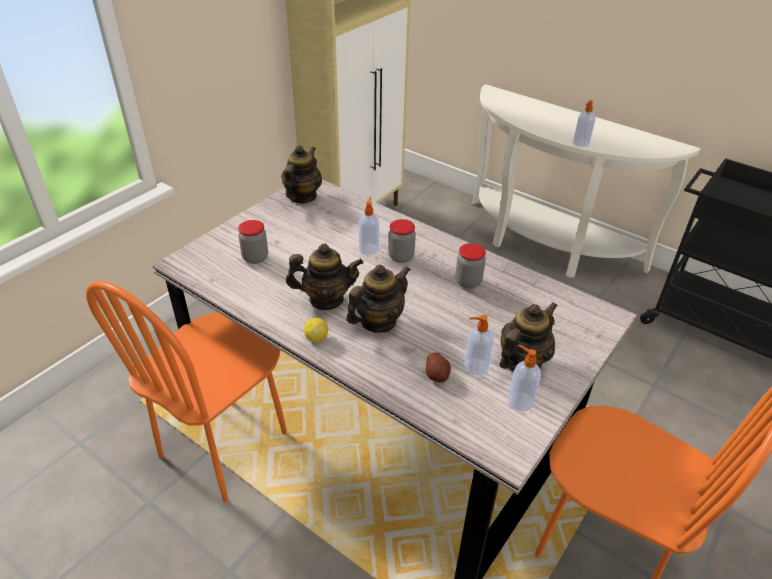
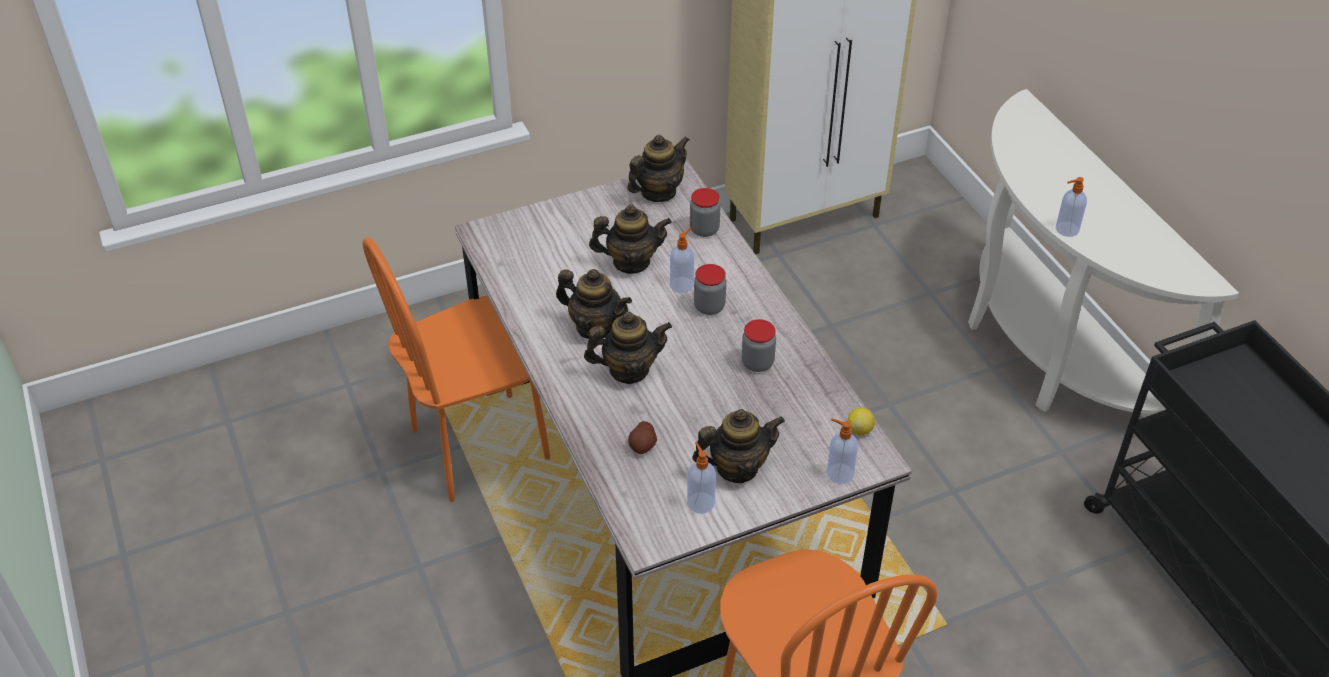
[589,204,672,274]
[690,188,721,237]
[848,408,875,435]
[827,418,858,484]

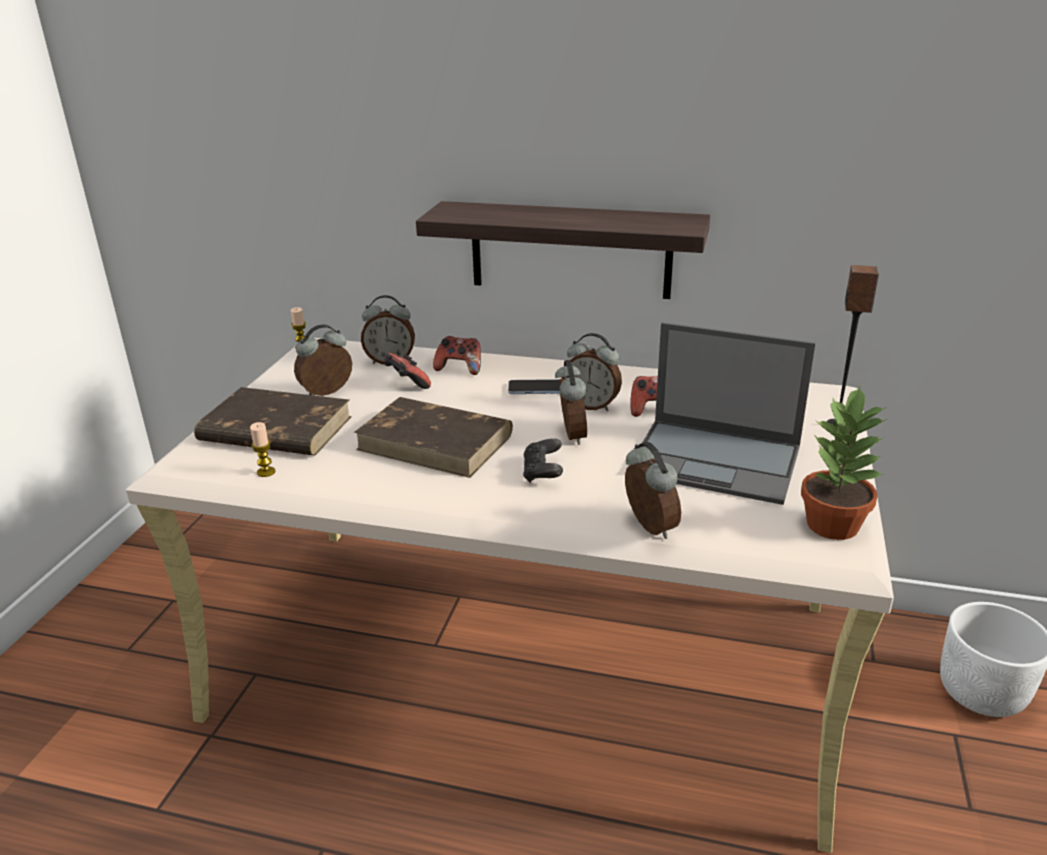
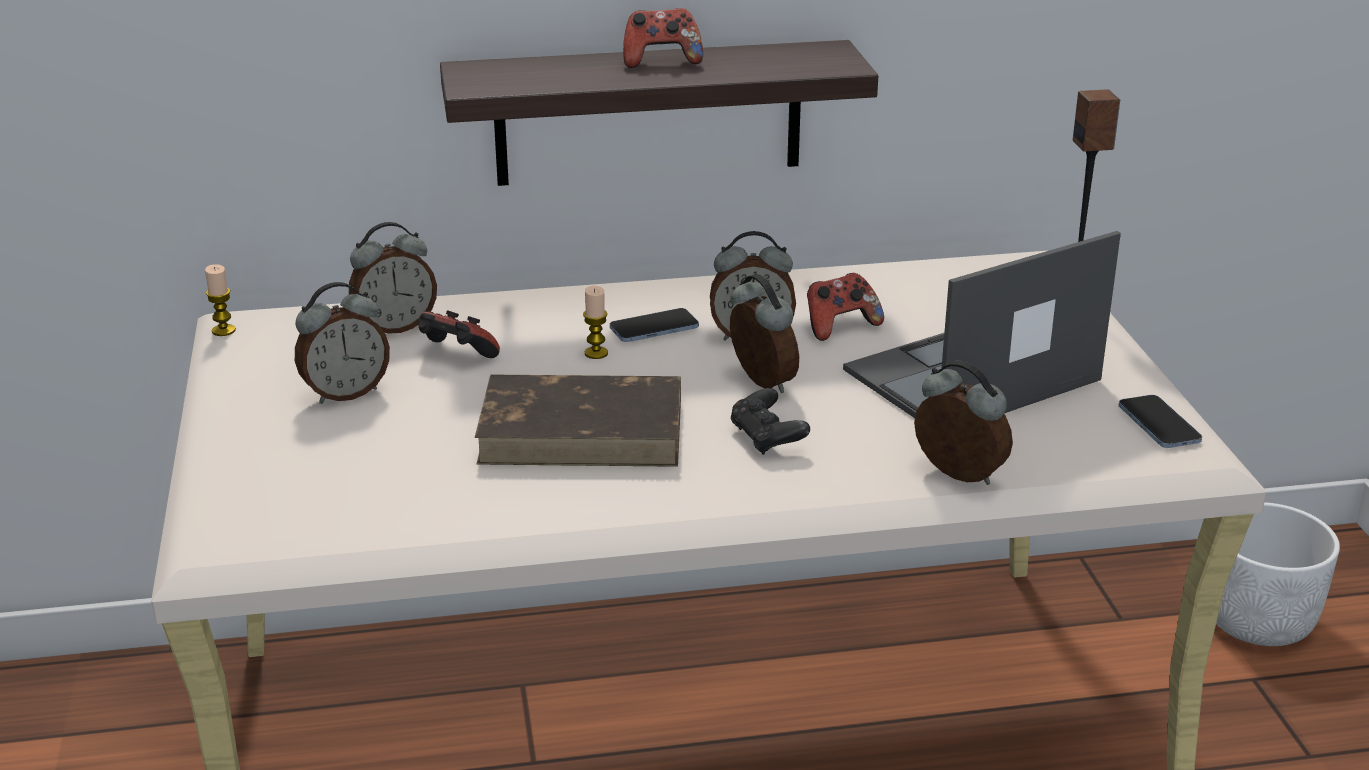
[194,387,352,456] (first image)
[583,286,608,359]
[623,8,703,68]
[1119,395,1202,448]
[295,282,390,404]
[843,231,1121,418]

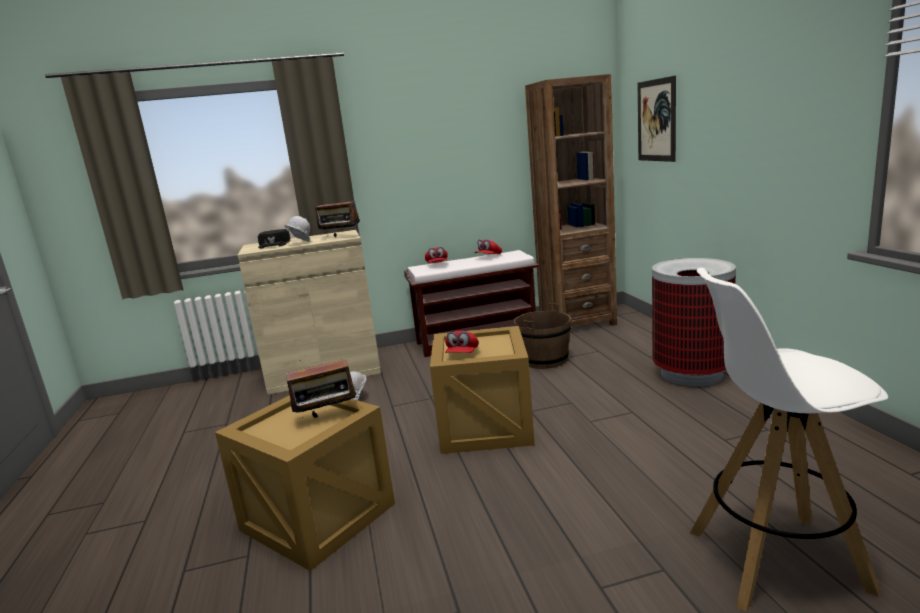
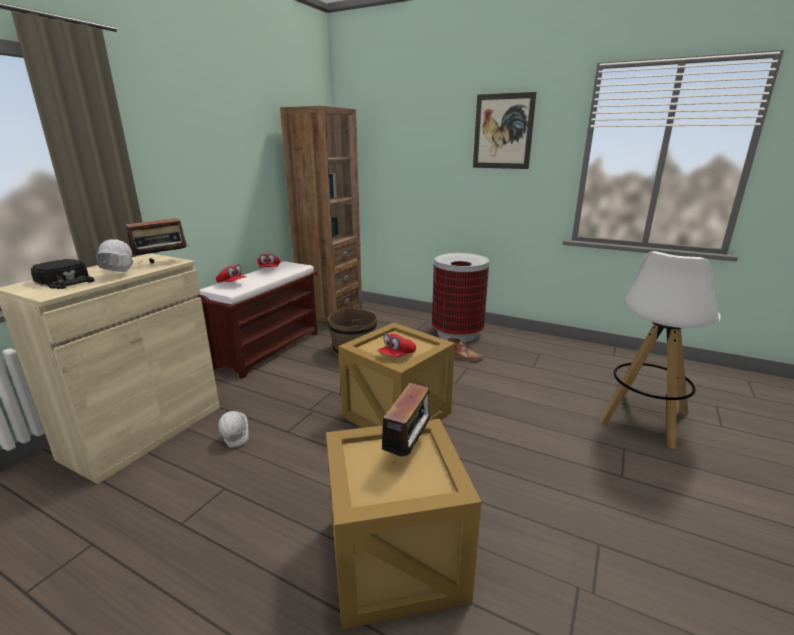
[448,337,483,362]
[473,92,536,169]
[377,333,416,357]

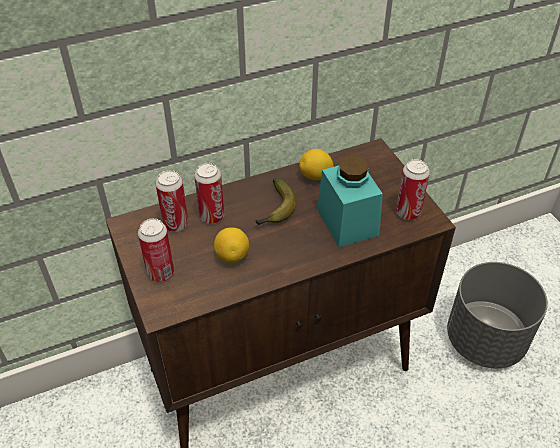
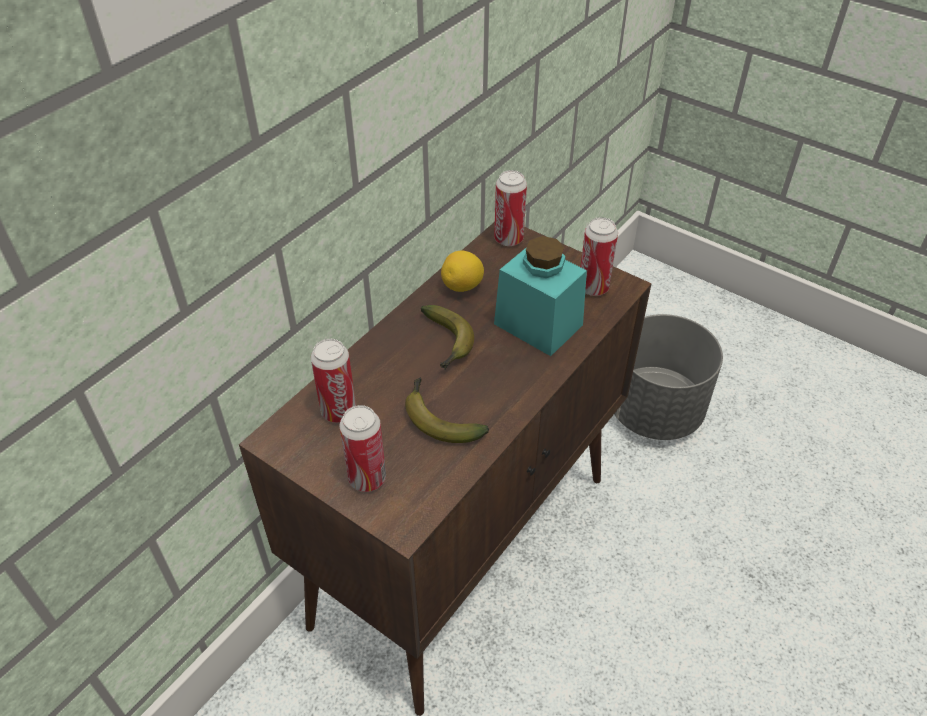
[494,170,527,246]
[405,377,489,443]

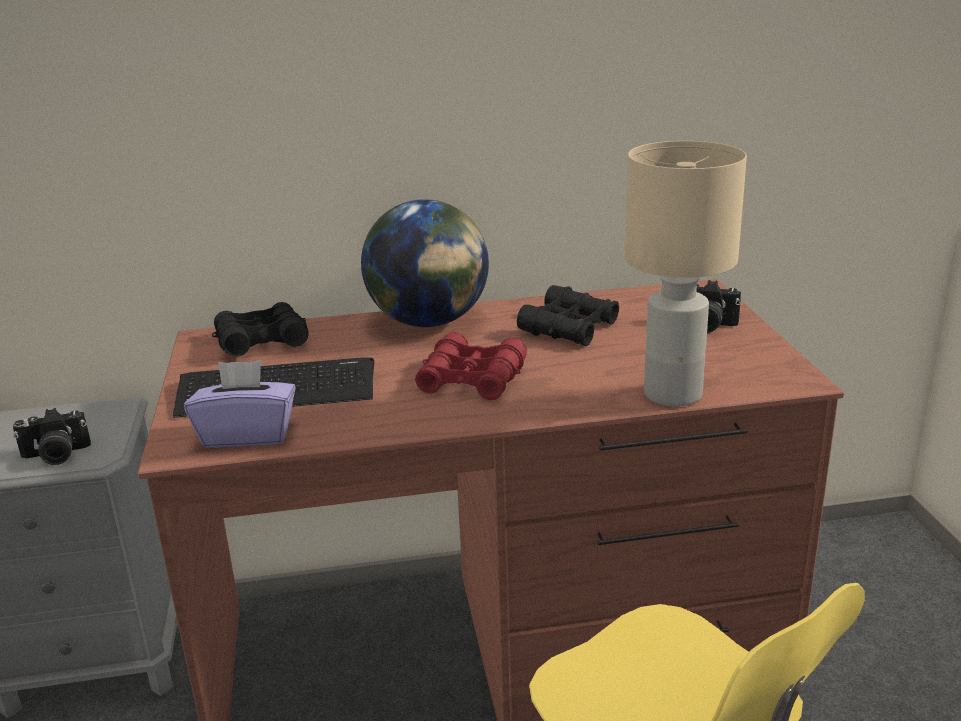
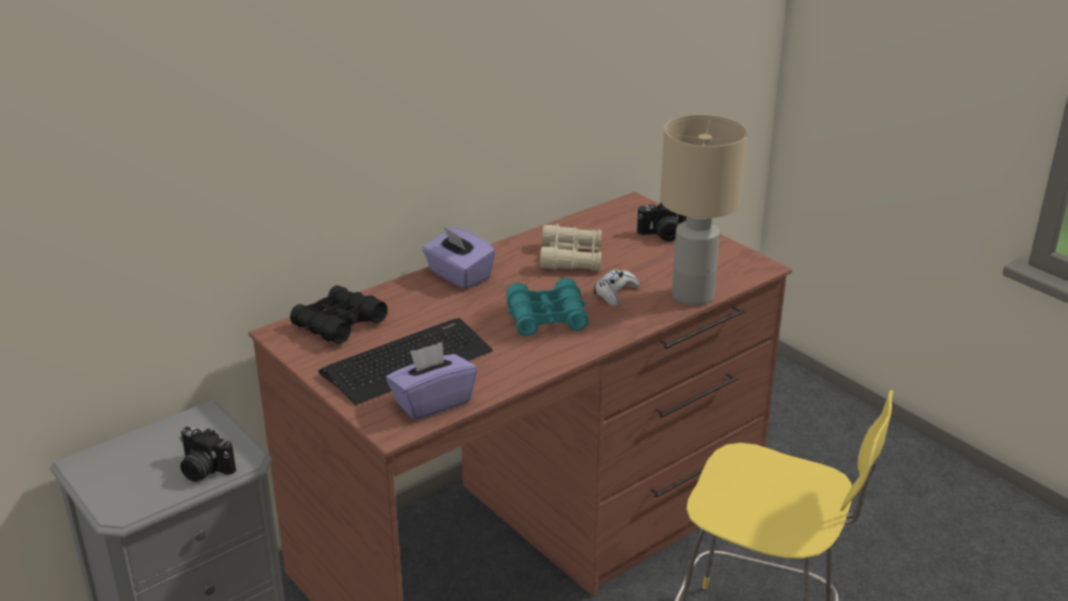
[594,269,640,306]
[422,226,496,289]
[506,278,588,336]
[540,224,601,271]
[179,427,236,482]

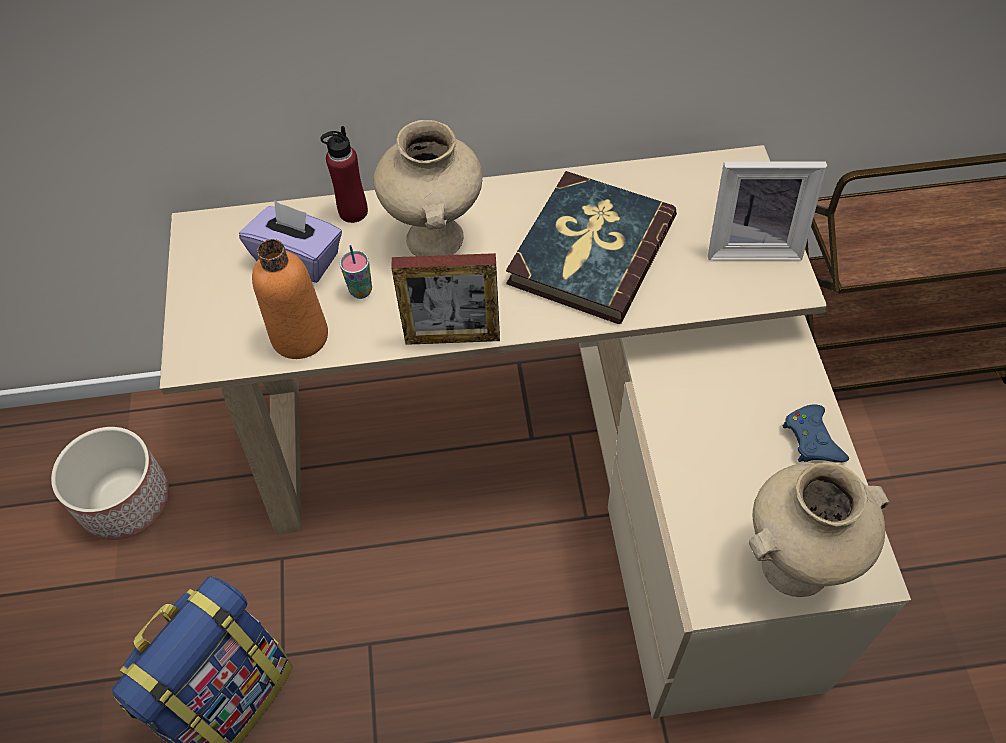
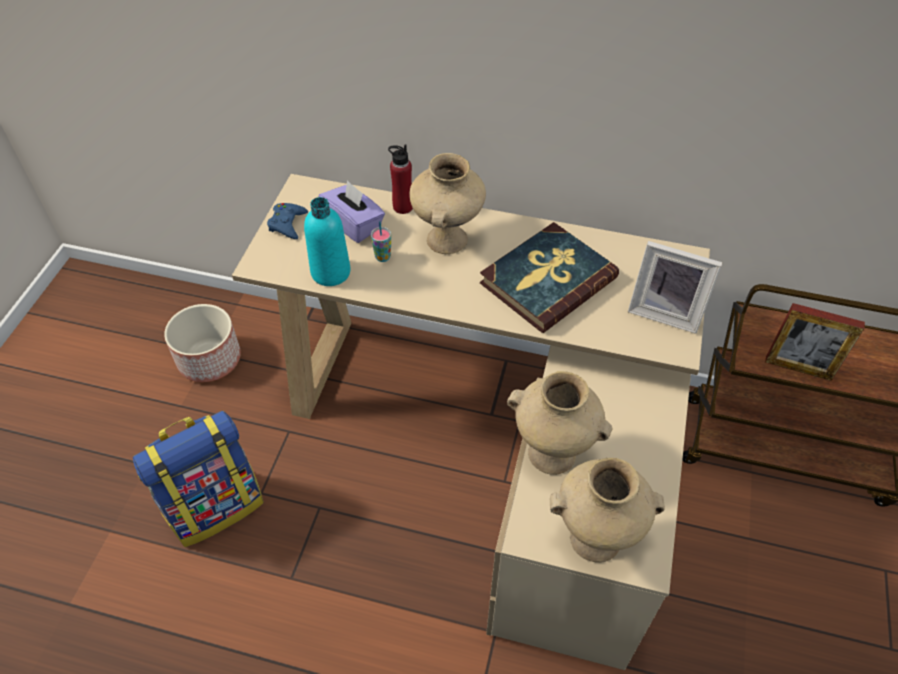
[507,371,613,475]
[765,303,865,381]
[267,203,308,239]
[304,197,351,286]

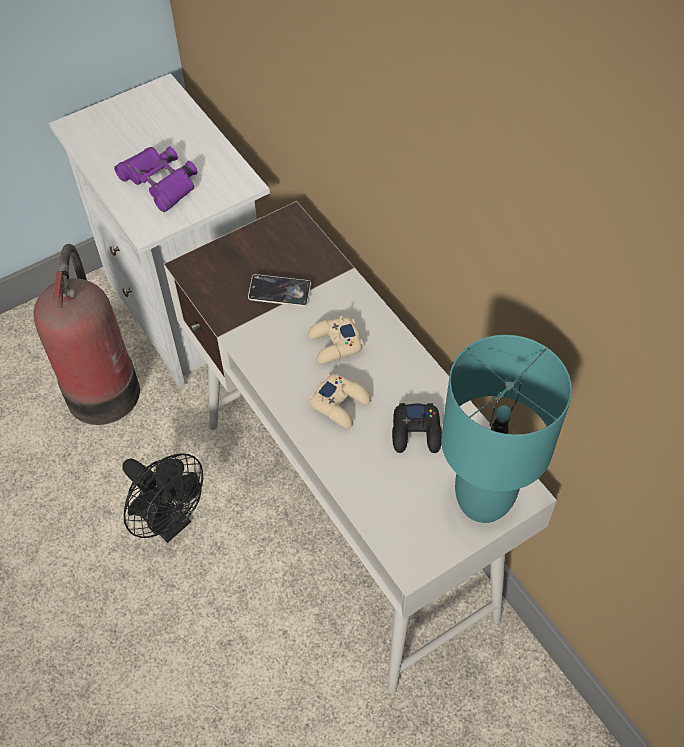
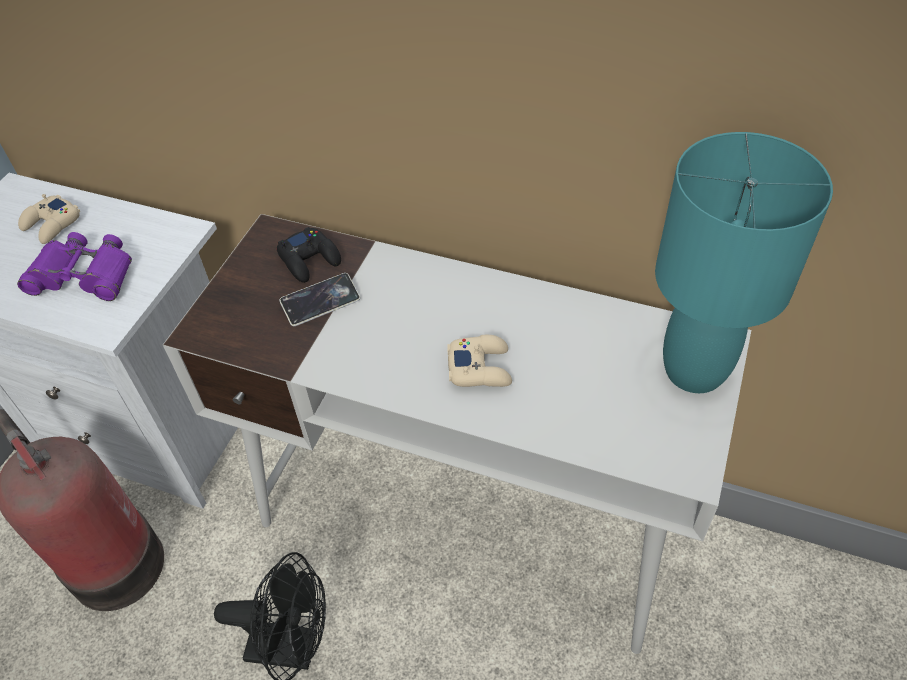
[18,194,80,244]
[277,227,341,283]

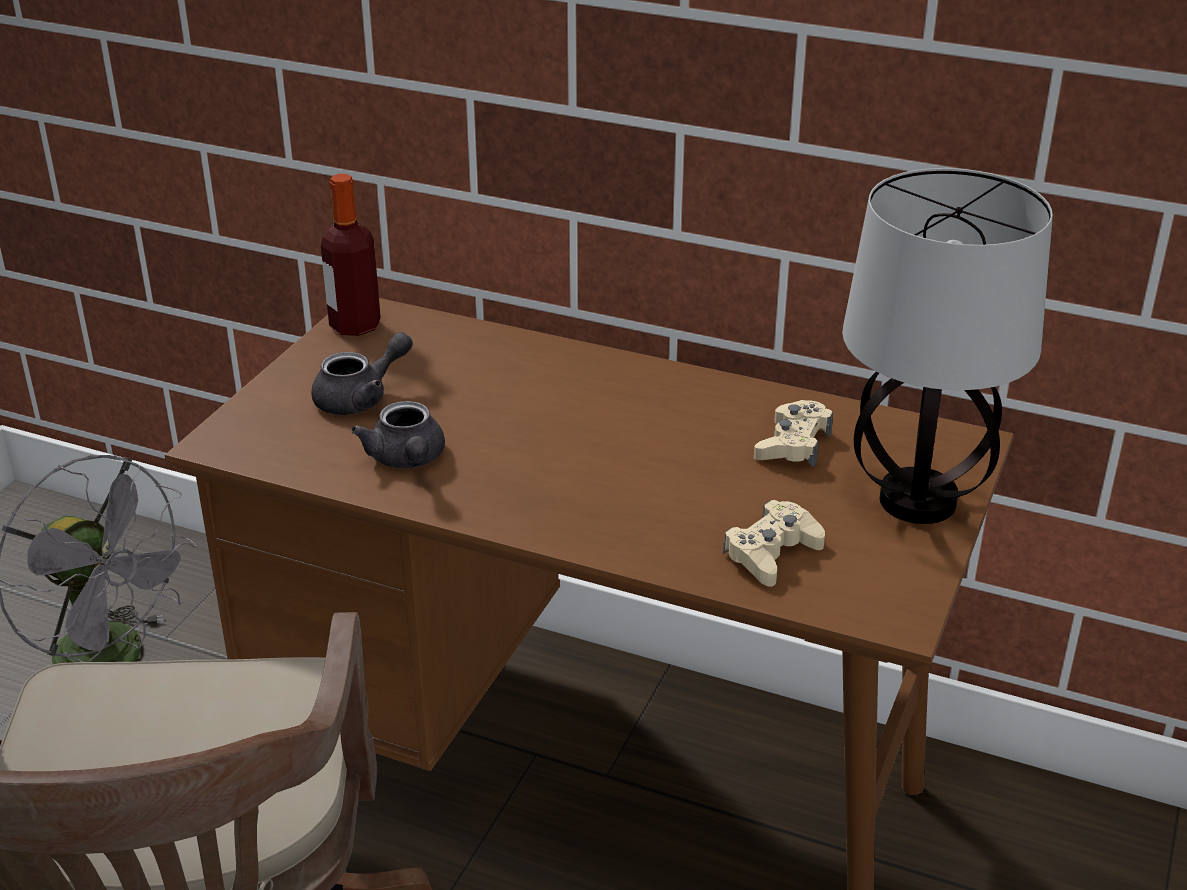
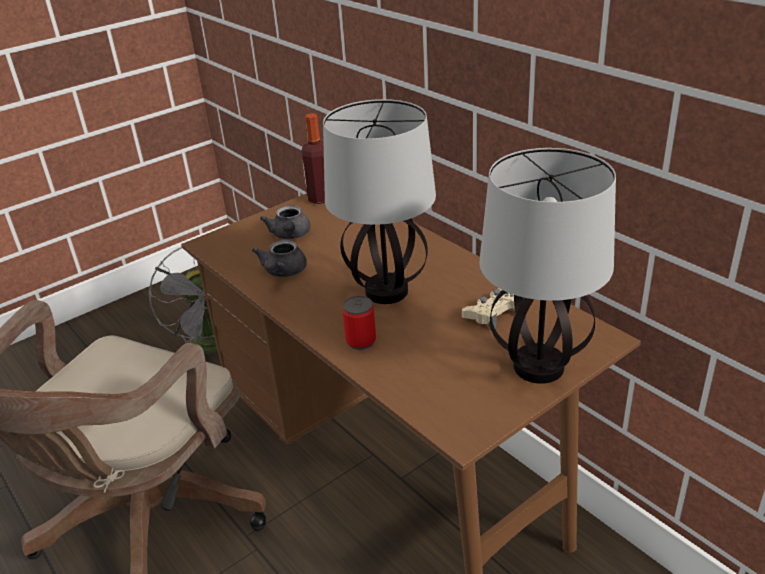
[723,500,825,587] (first image)
[323,99,436,304]
[342,296,376,350]
[260,206,311,239]

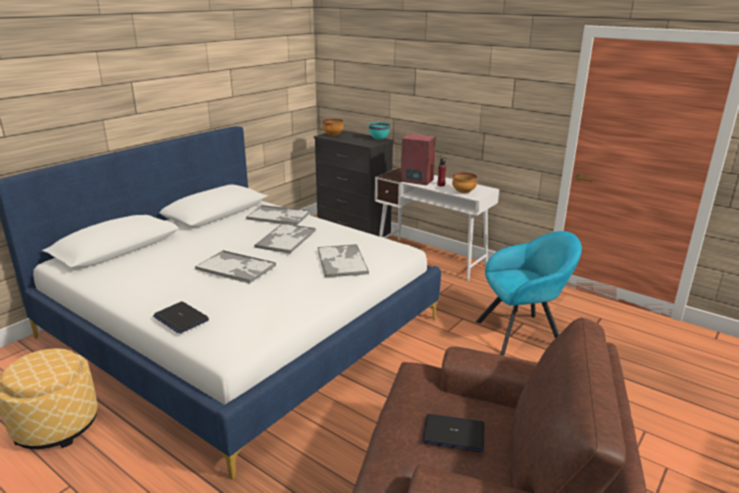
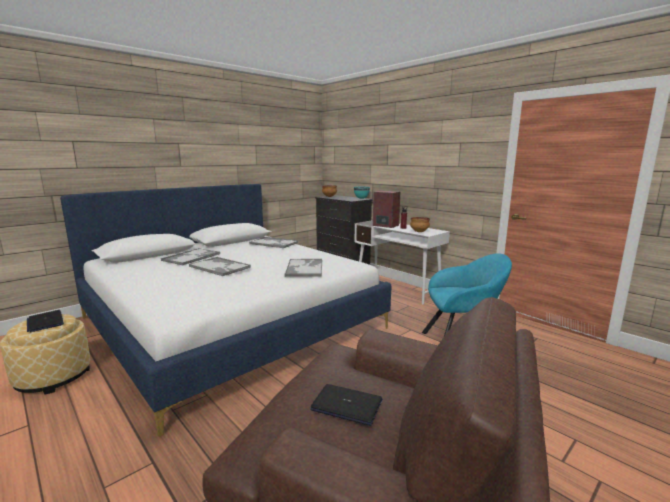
[27,310,64,332]
[161,248,220,265]

